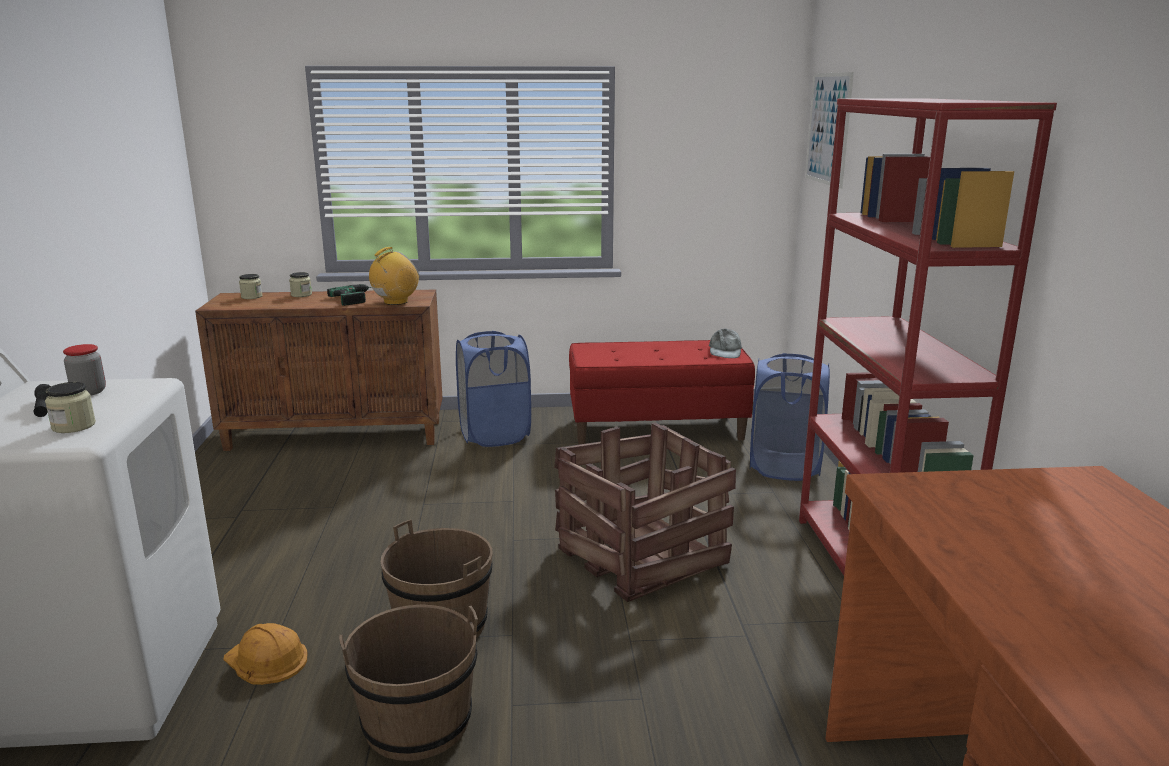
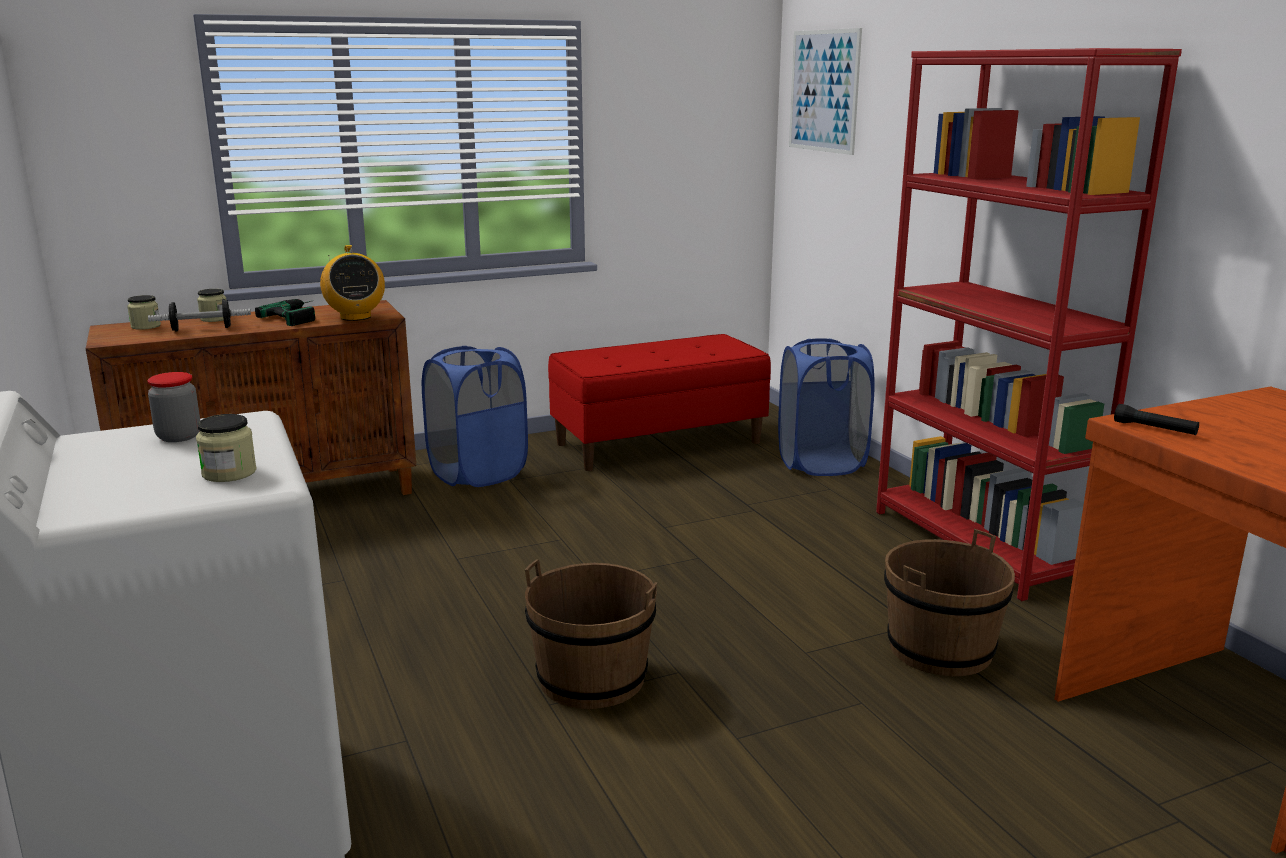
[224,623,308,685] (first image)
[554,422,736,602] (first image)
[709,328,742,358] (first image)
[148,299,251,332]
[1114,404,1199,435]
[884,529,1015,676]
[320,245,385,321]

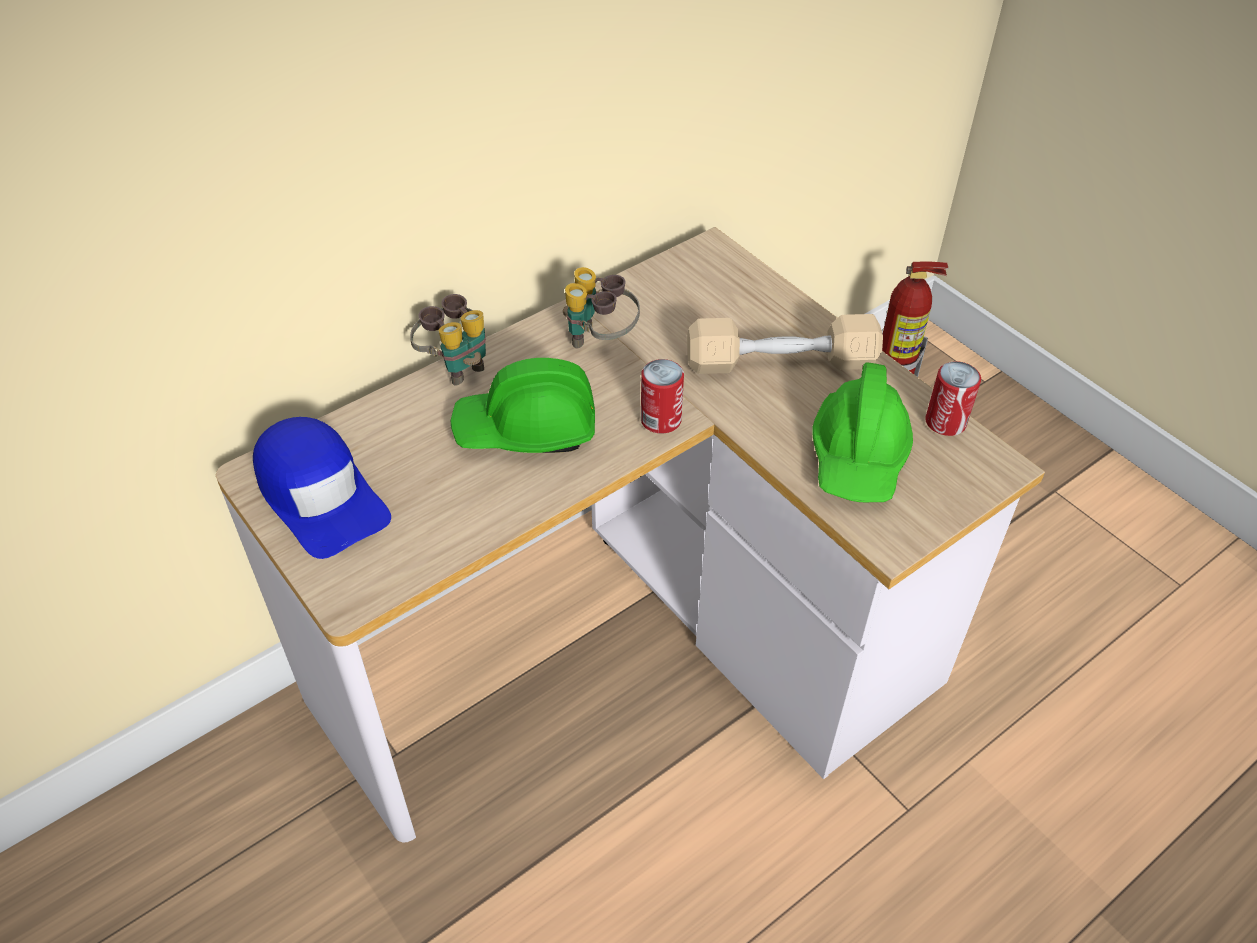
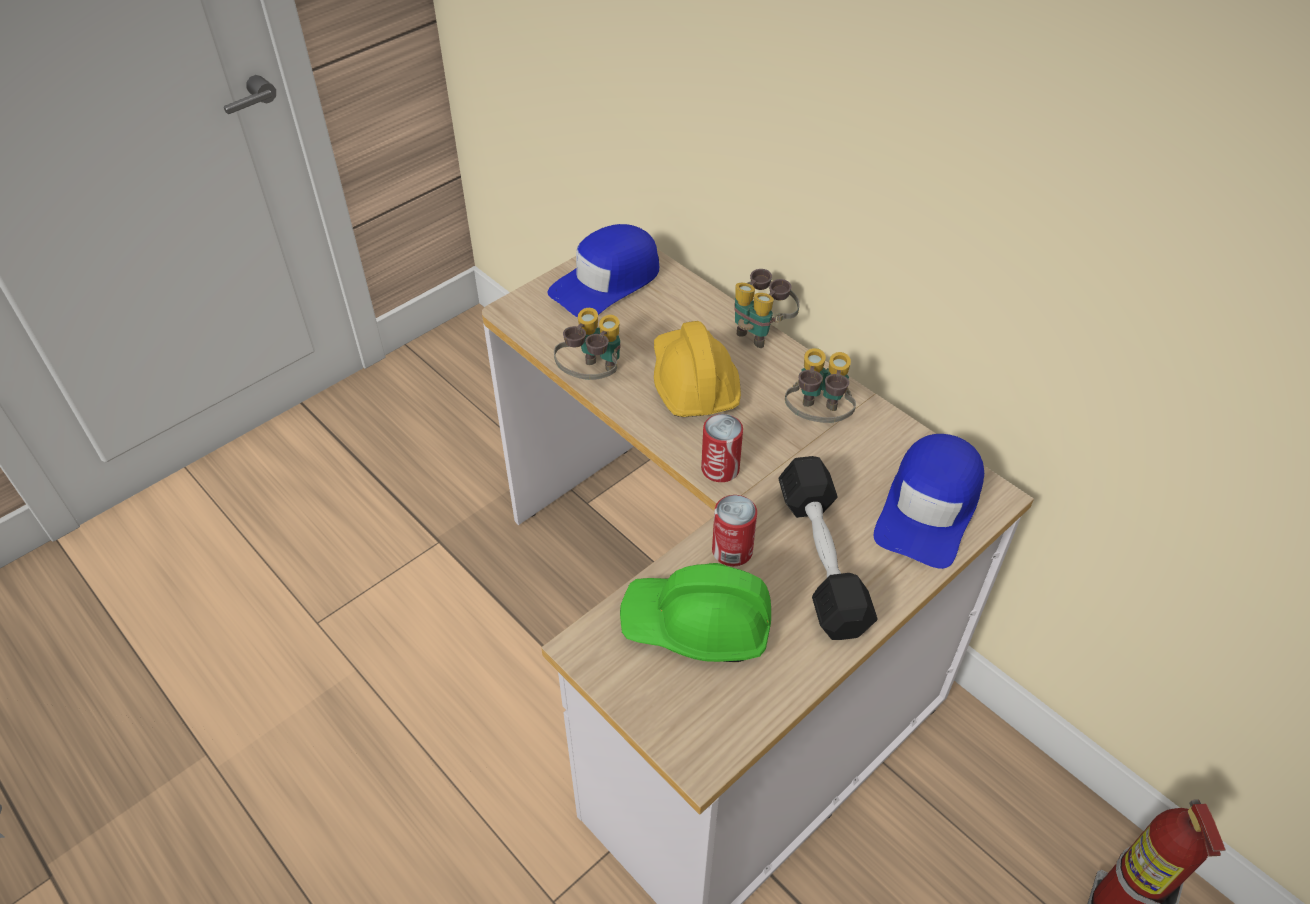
[554,308,621,380]
[874,434,984,569]
[712,495,757,566]
[654,321,741,417]
[779,456,878,640]

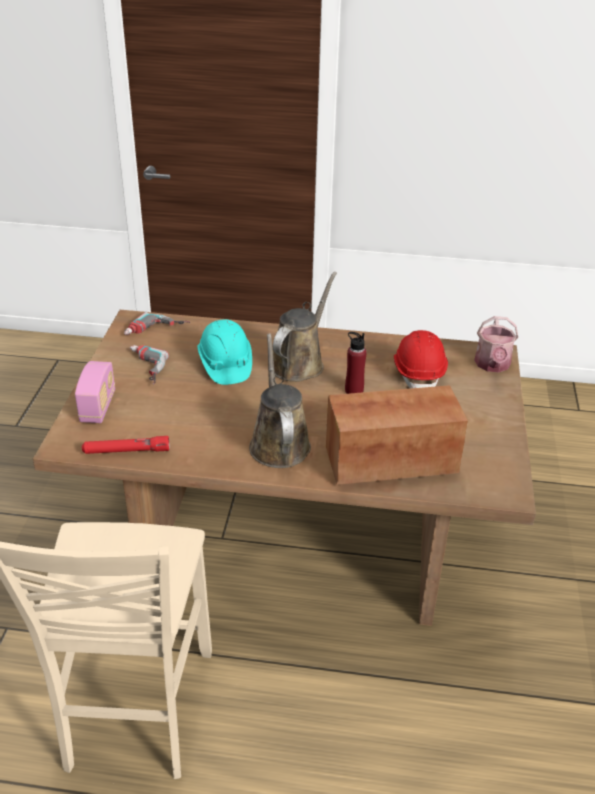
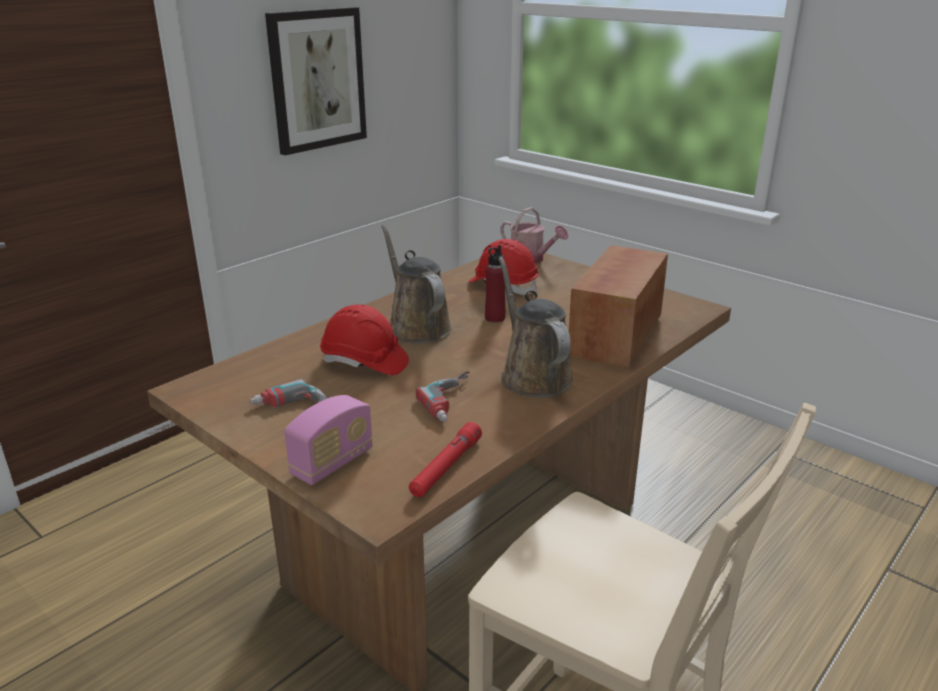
[265,7,367,155]
[416,371,470,421]
[320,304,409,375]
[284,395,373,485]
[499,257,573,398]

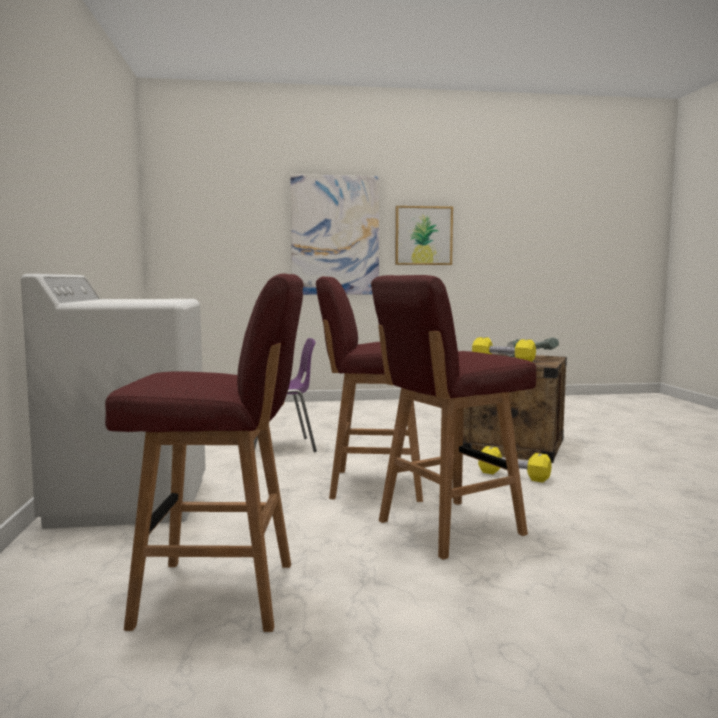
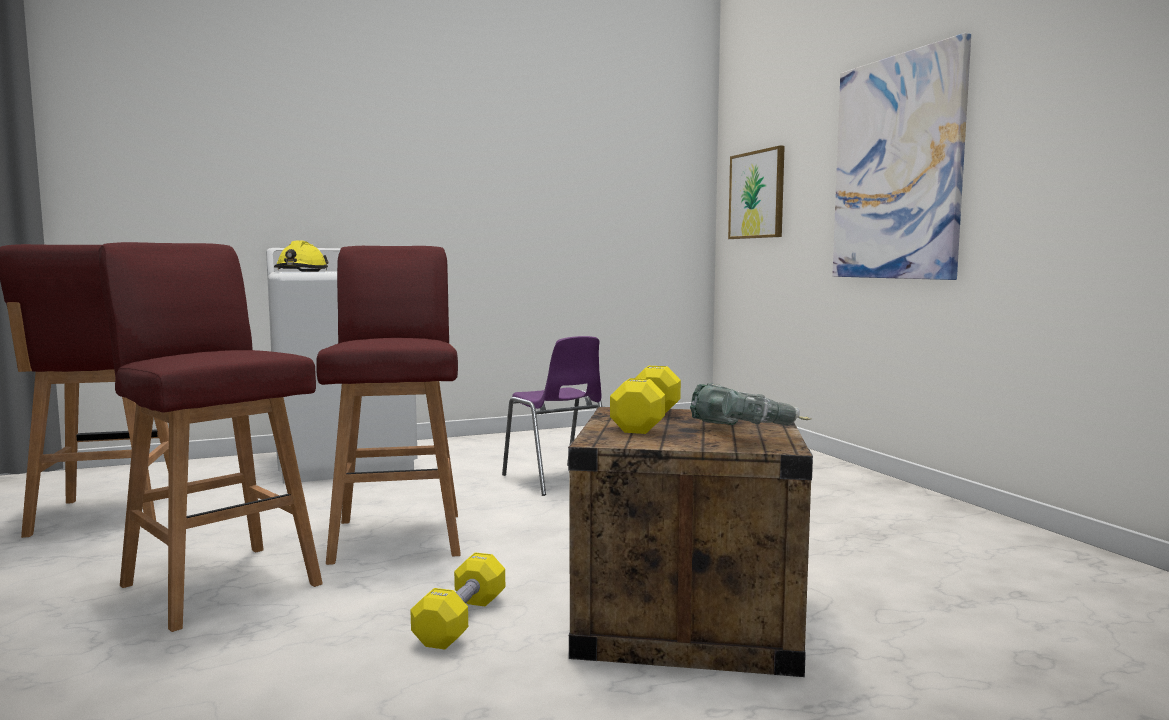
[274,241,329,272]
[728,145,785,239]

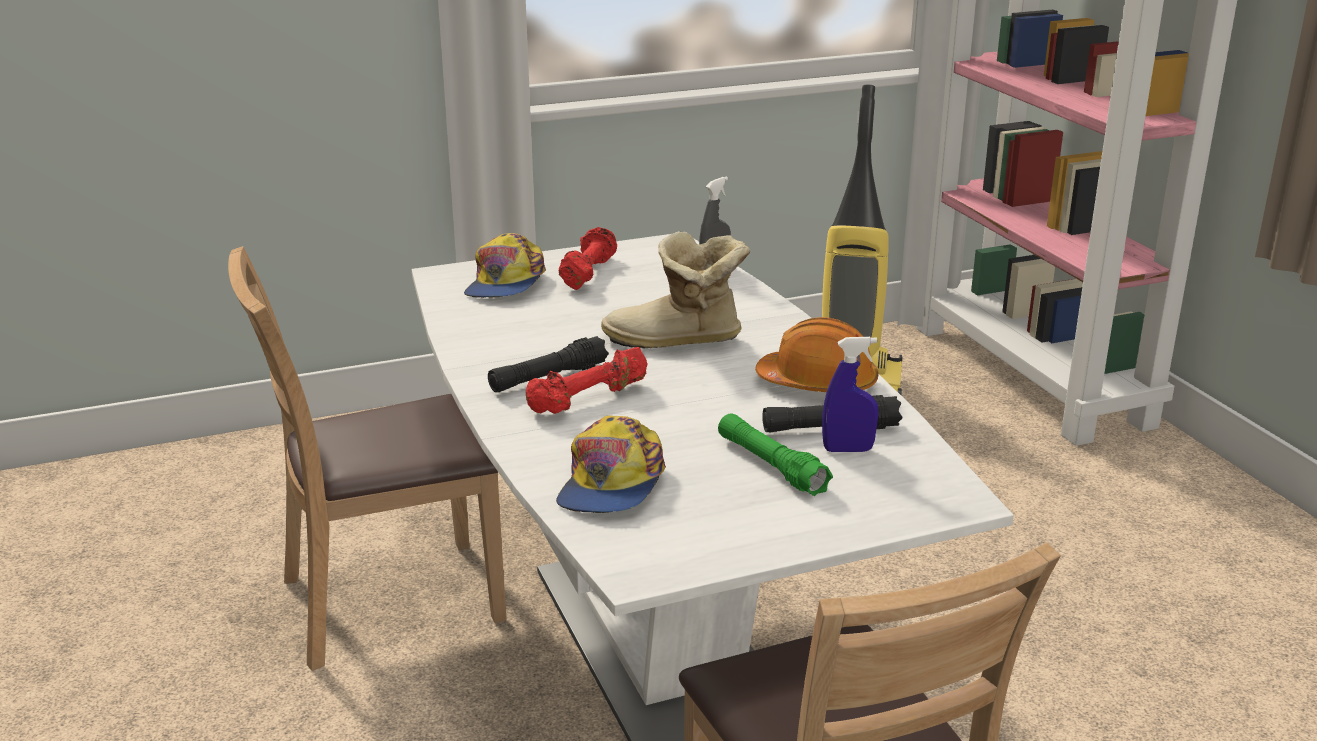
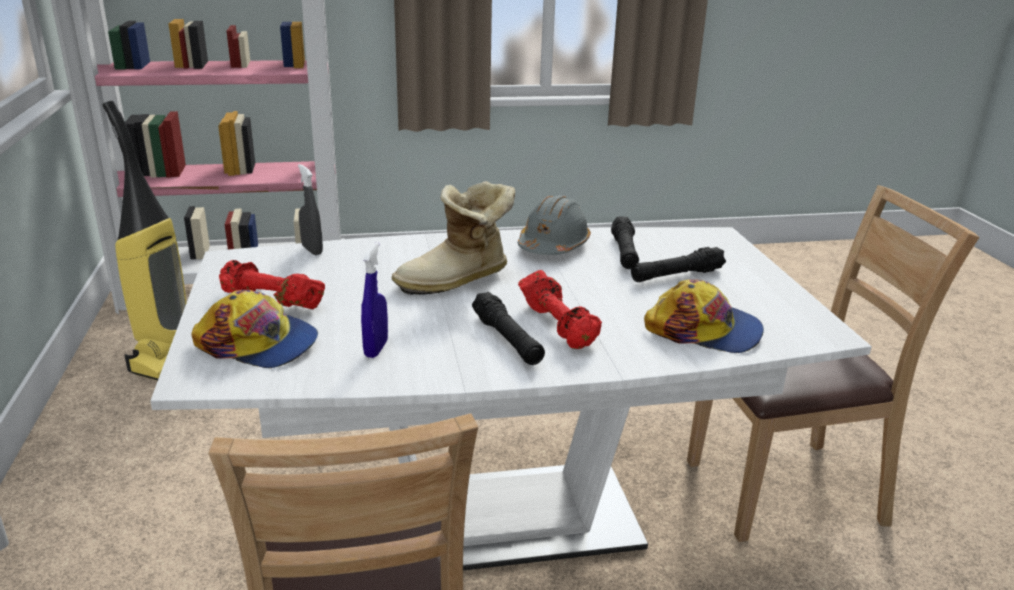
[361,242,388,358]
[631,247,726,282]
[518,195,591,255]
[391,181,515,295]

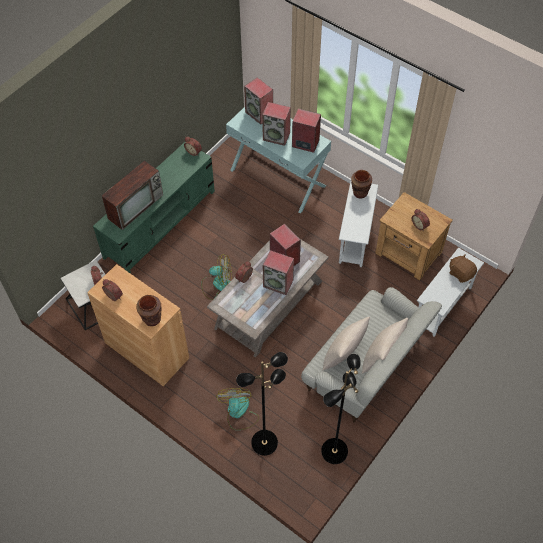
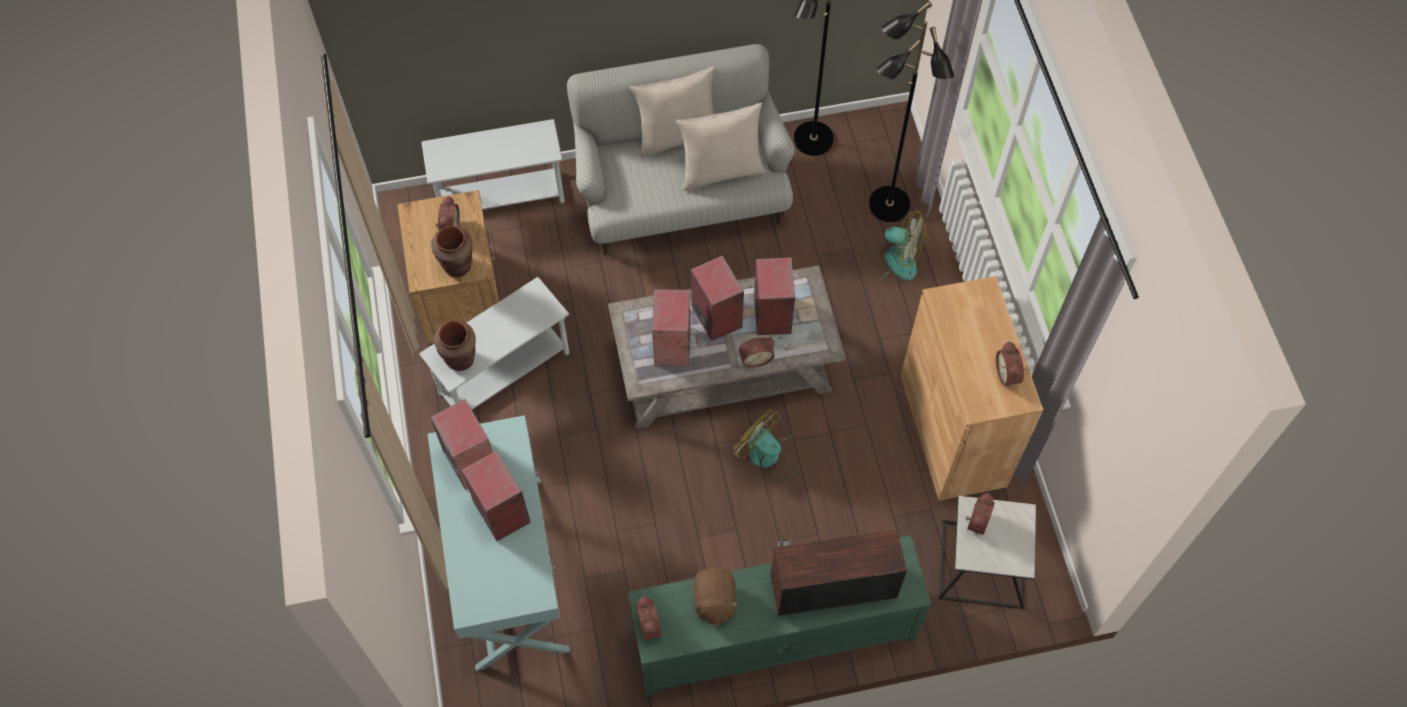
[431,226,472,277]
[754,257,795,335]
[693,568,739,627]
[863,211,926,283]

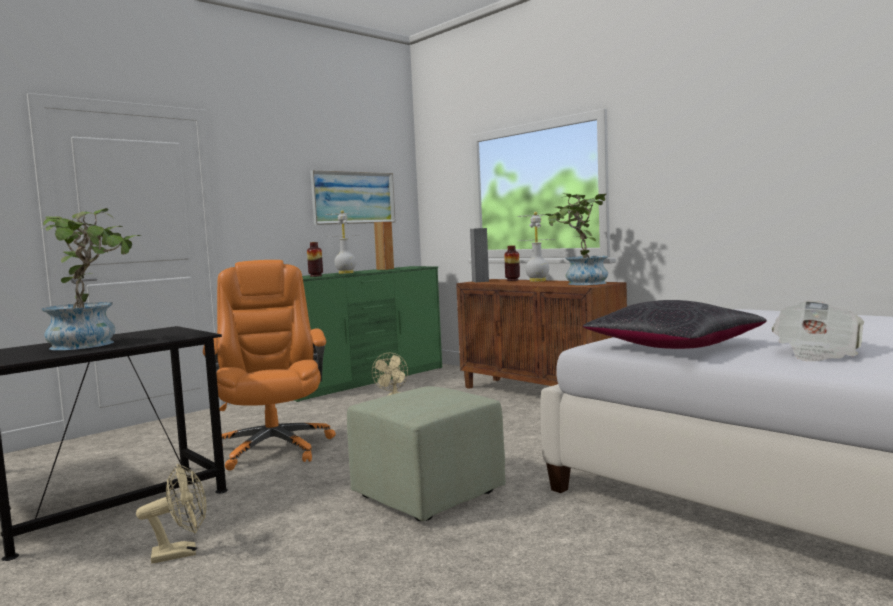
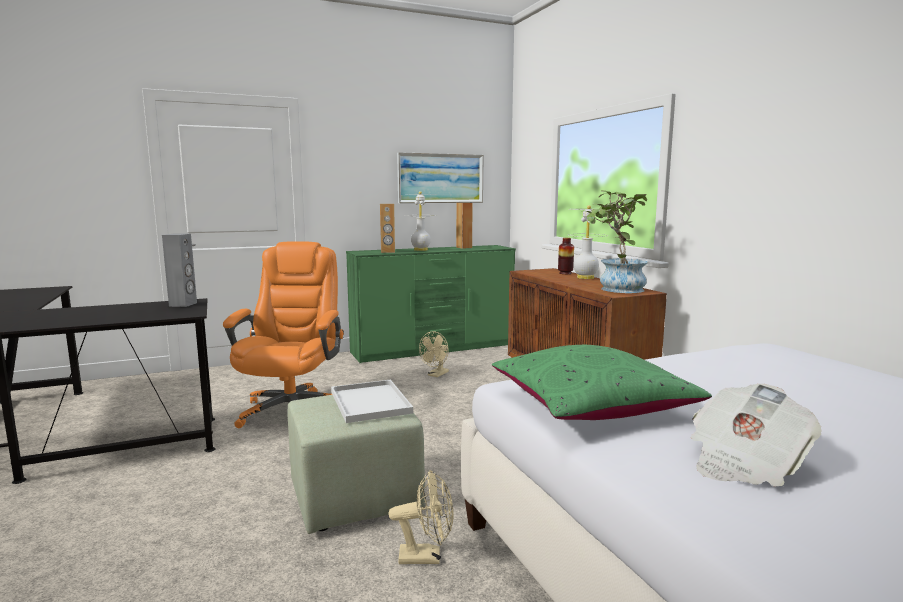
[42,208,141,350] (first image)
[331,379,413,423]
[388,470,454,564]
[162,234,197,307]
[380,203,395,253]
[492,345,712,420]

